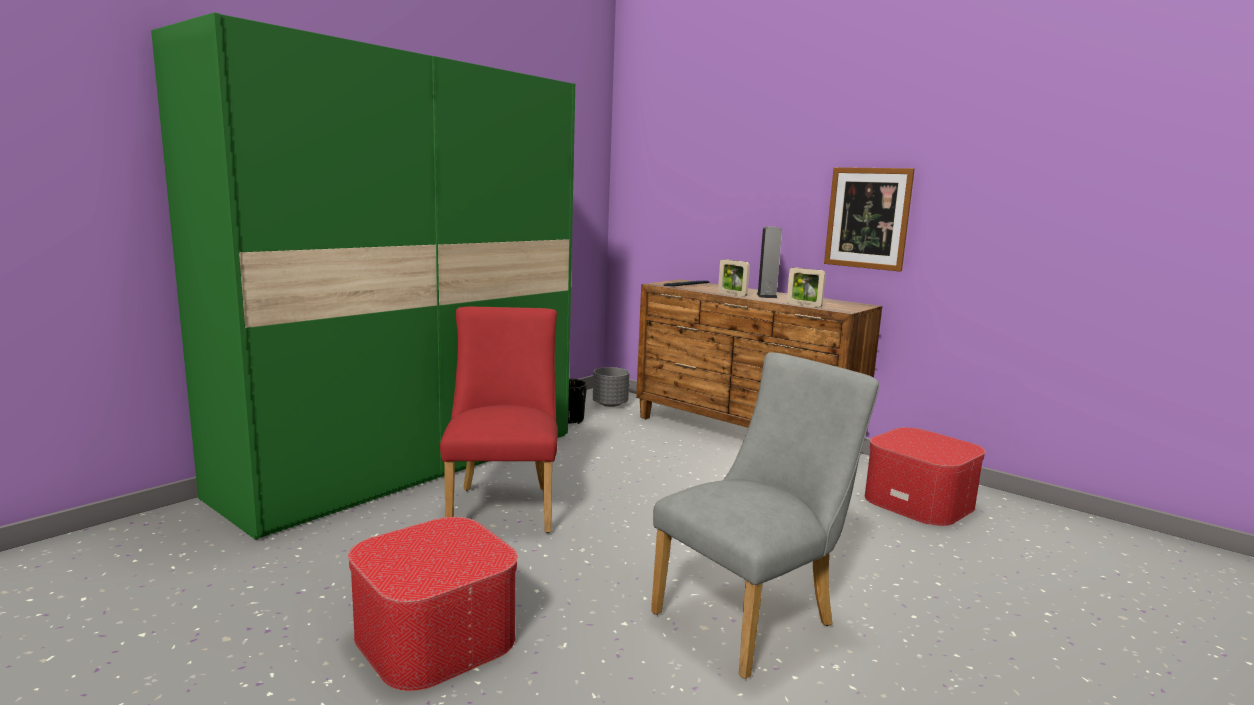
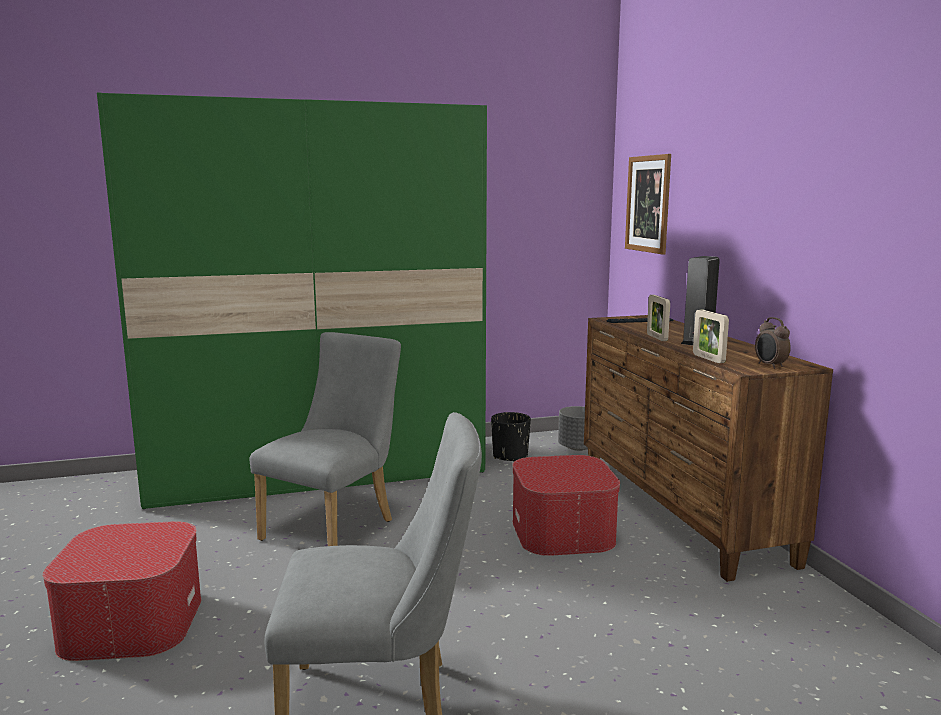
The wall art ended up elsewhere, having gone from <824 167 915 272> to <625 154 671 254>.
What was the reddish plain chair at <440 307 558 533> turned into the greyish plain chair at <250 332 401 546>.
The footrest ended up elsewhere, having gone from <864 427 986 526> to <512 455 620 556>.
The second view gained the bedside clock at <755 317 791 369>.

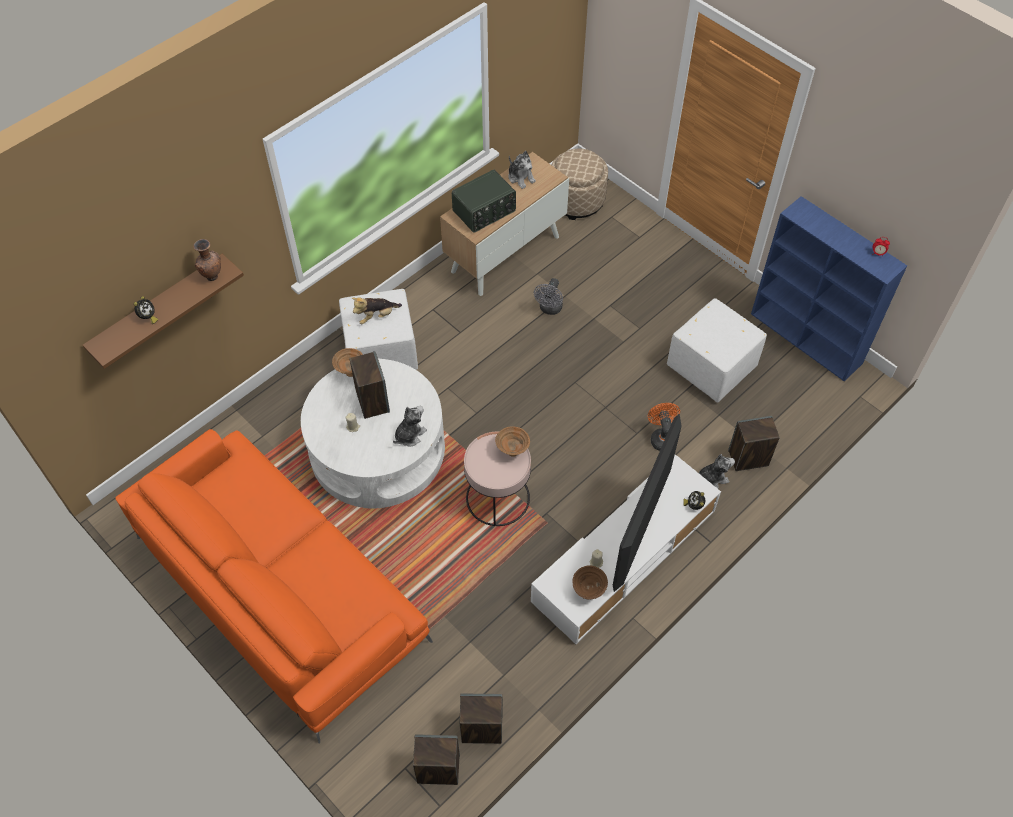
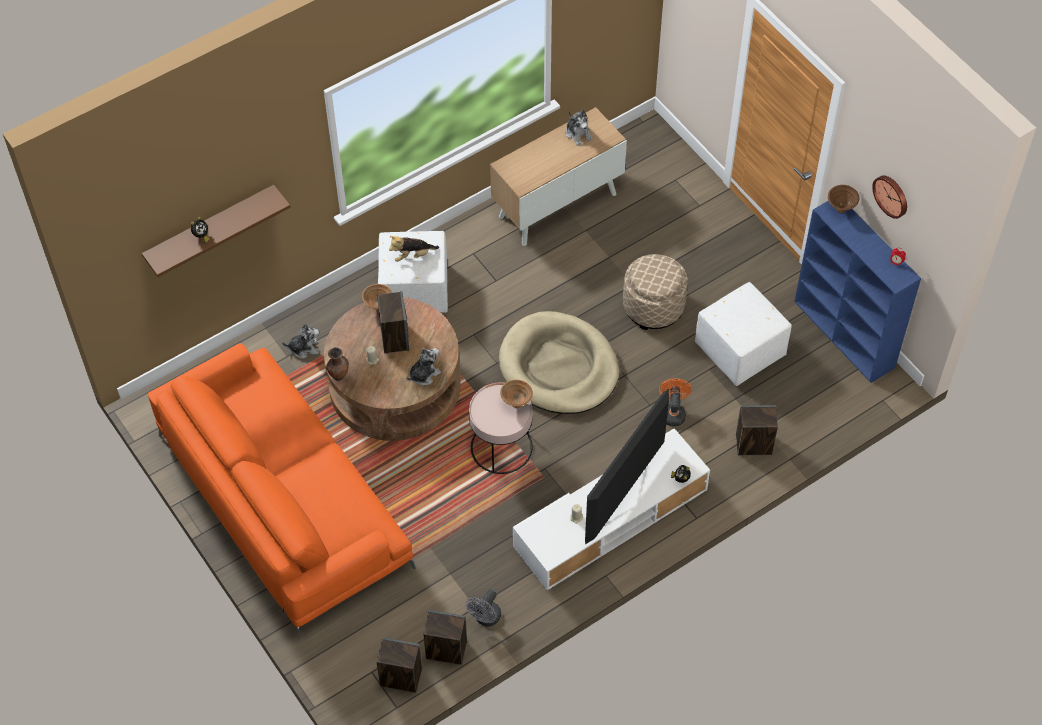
The sand-coloured footrest ended up elsewhere, having gone from <552 149 608 220> to <623 254 688 330>.
The second view lost the radio receiver at <452 170 516 233>.
The brown-coloured vase ended up elsewhere, having gone from <193 239 221 281> to <326 347 349 381>.
The greyish cooling fan ended up elsewhere, having gone from <534 278 563 315> to <465 589 501 627>.
What was the white-coloured lounge table at <301 359 445 509> turned into the brown-coloured lounge table at <324 297 460 441>.
The cuddly toy ended up elsewhere, having gone from <699 454 735 489> to <282 323 319 358>.
The brown-coloured deep dish ended up elsewhere, having gone from <573 565 608 599> to <828 185 860 213>.
The second view gained the wall clock at <872 175 907 219>.
The second view gained the sand-coloured dog cushion at <499 311 619 414>.

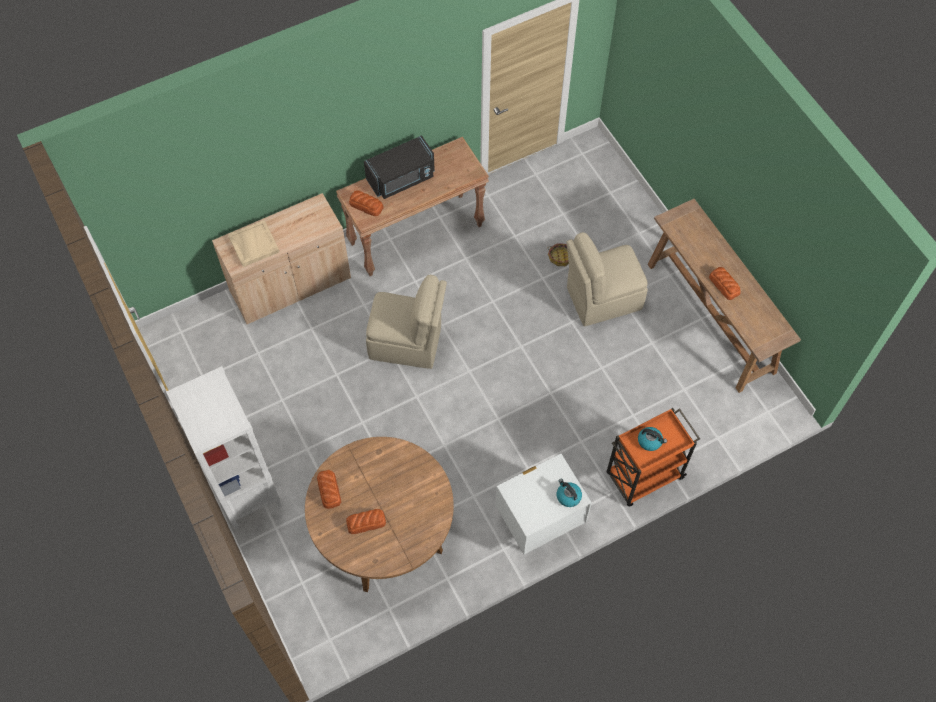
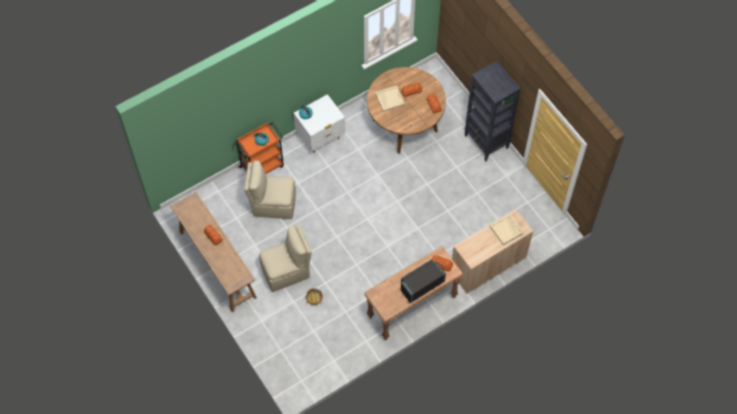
The sand-coloured plain chair ended up elsewhere, having gone from <366 275 447 369> to <244 161 296 219>.
What was the white-coloured shelving unit at <166 366 282 529> turned into the black shelving unit at <464 61 521 162>.
The second view gained the sand-coloured tray at <375 85 405 112>.

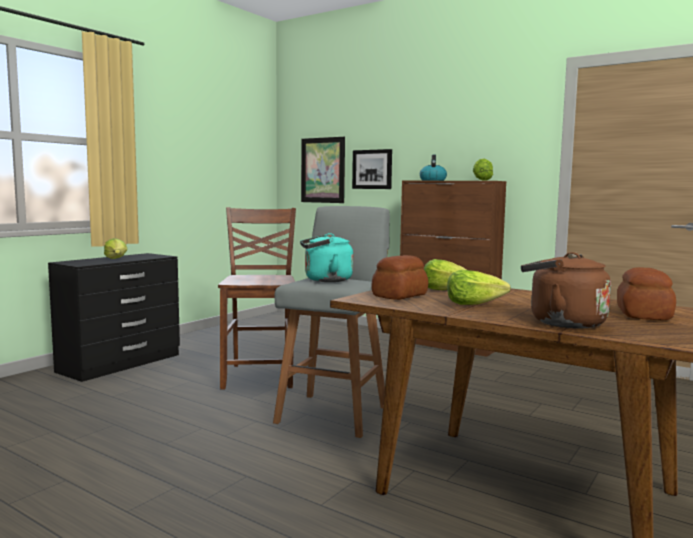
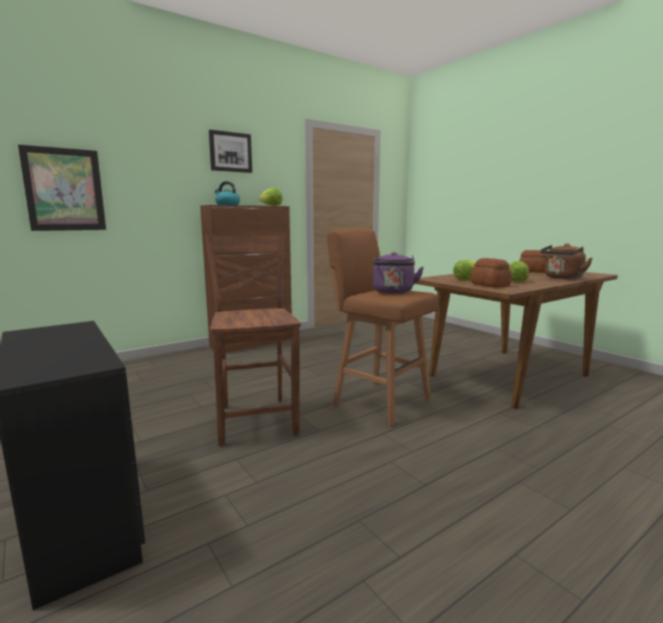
The wall art ended up elsewhere, having gone from <352 149 392 189> to <209 130 252 173>.
What was the greyish sitting stool at <273 206 390 438> turned into the brown-coloured sitting stool at <327 228 439 427>.
The brown-coloured plain chair at <218 207 296 390> ended up facing another way, 60 degrees clockwise from before.
What was the blue-green tea kettle at <300 233 353 282> turned into the purple tea kettle at <373 252 424 294>.
The second view lost the lettuce at <104 238 128 259>.

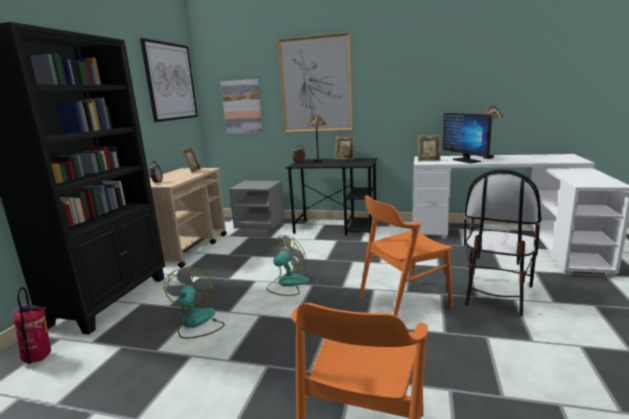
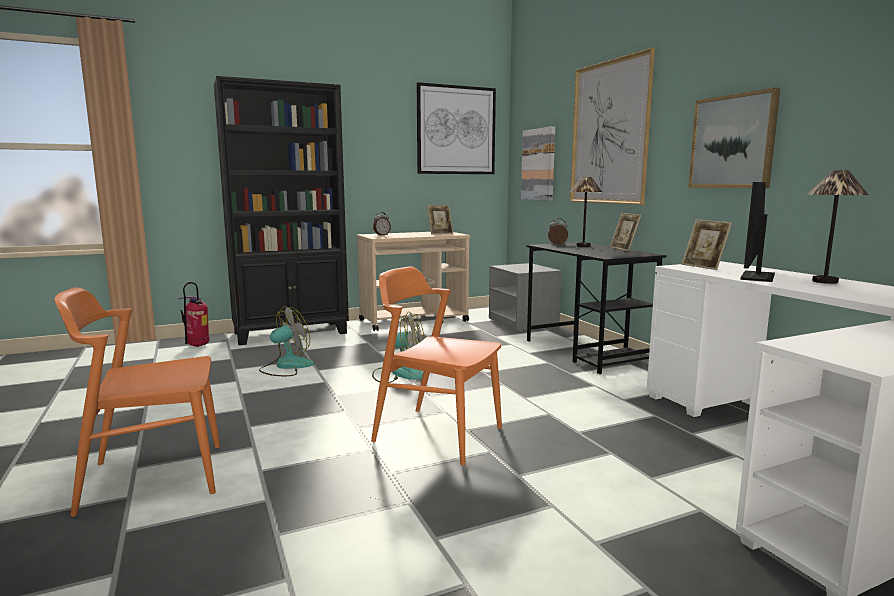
The second view lost the plain chair at <464 169 541 316>.
The second view gained the wall art at <688 87 781 188>.

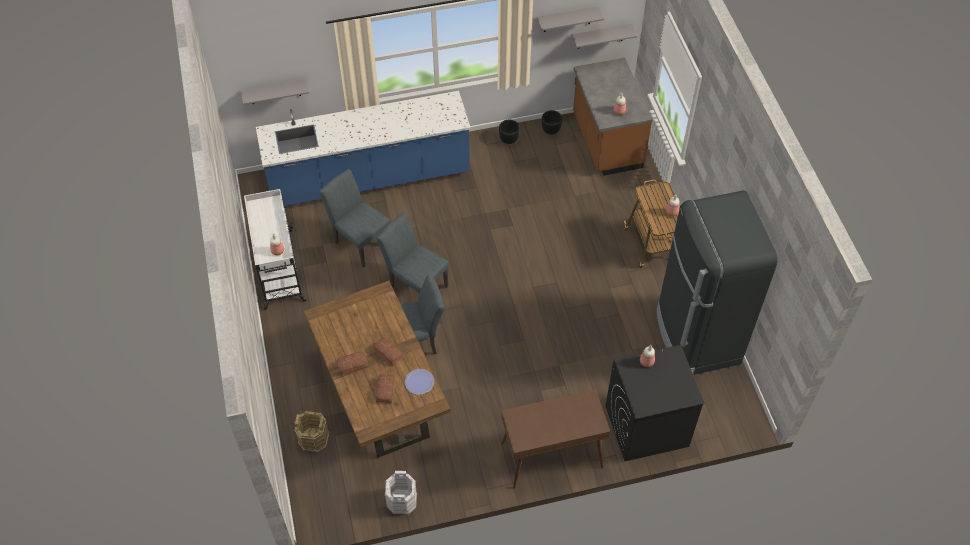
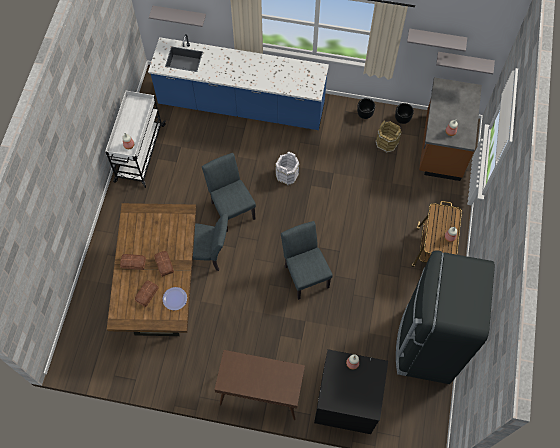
The greyish plain chair ended up elsewhere, having gone from <319 169 390 267> to <281 221 333 300>.
The brown-coloured pail ended up elsewhere, having gone from <294 411 329 452> to <376 121 402 152>.
The white-coloured pail ended up elsewhere, having gone from <385 471 418 515> to <275 151 300 185>.

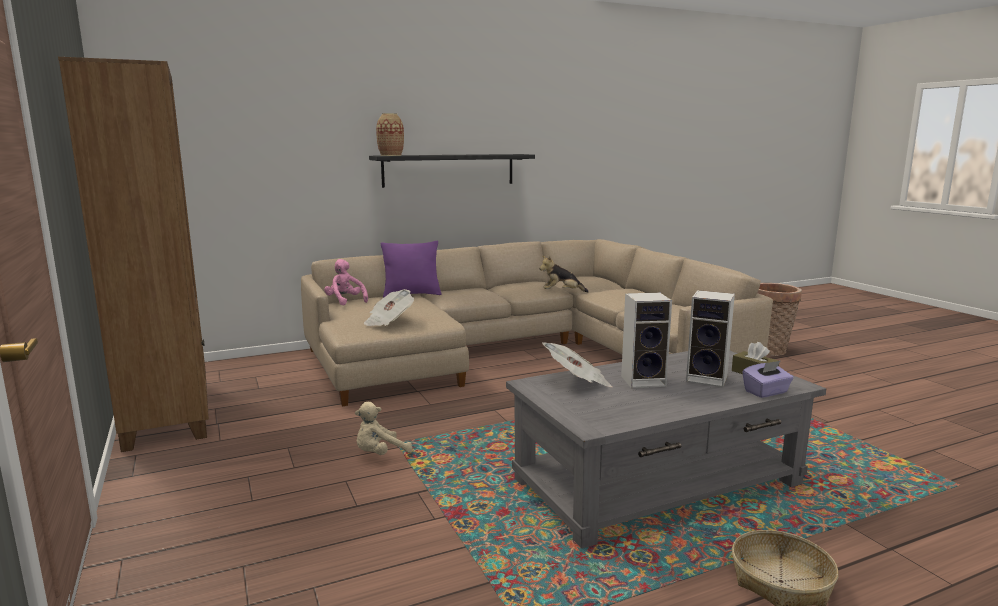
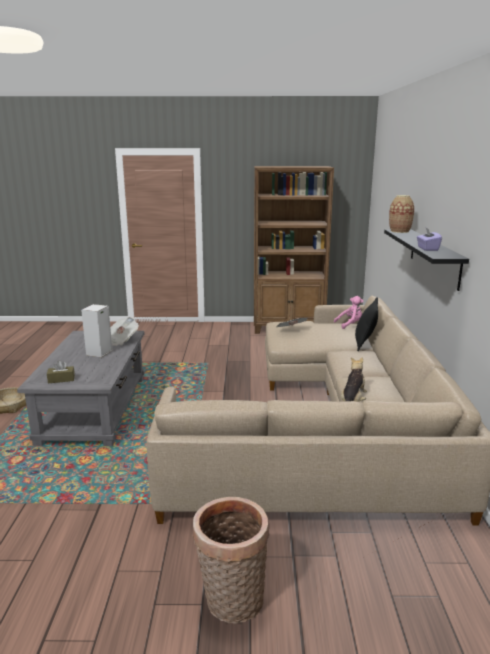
What was the purple throw pillow at <381 241 441 298> turned into the black throw pillow at <355 297 378 351>.
The second view lost the audio speaker at <686 290 735 387>.
The purple tissue box ended up elsewhere, having gone from <742 361 794 398> to <417 228 442 251>.
The second view lost the sand-coloured cuddly toy at <355 402 412 455>.

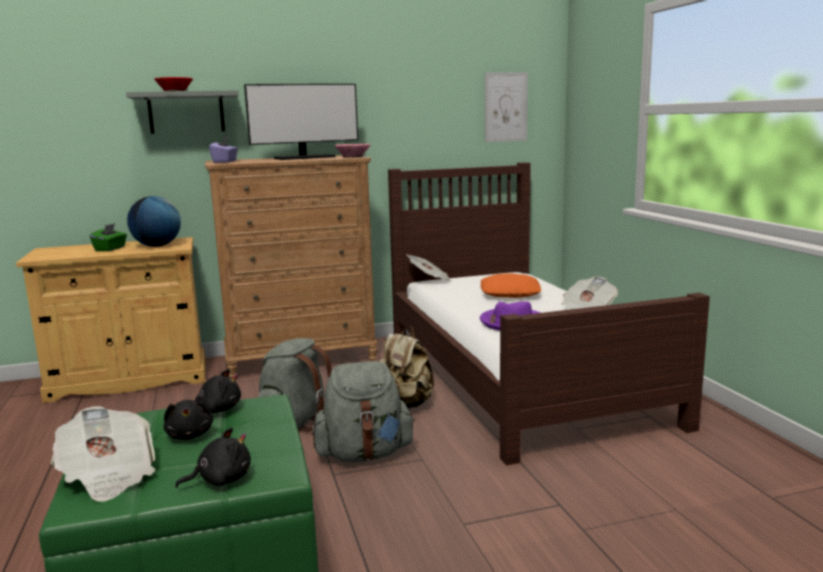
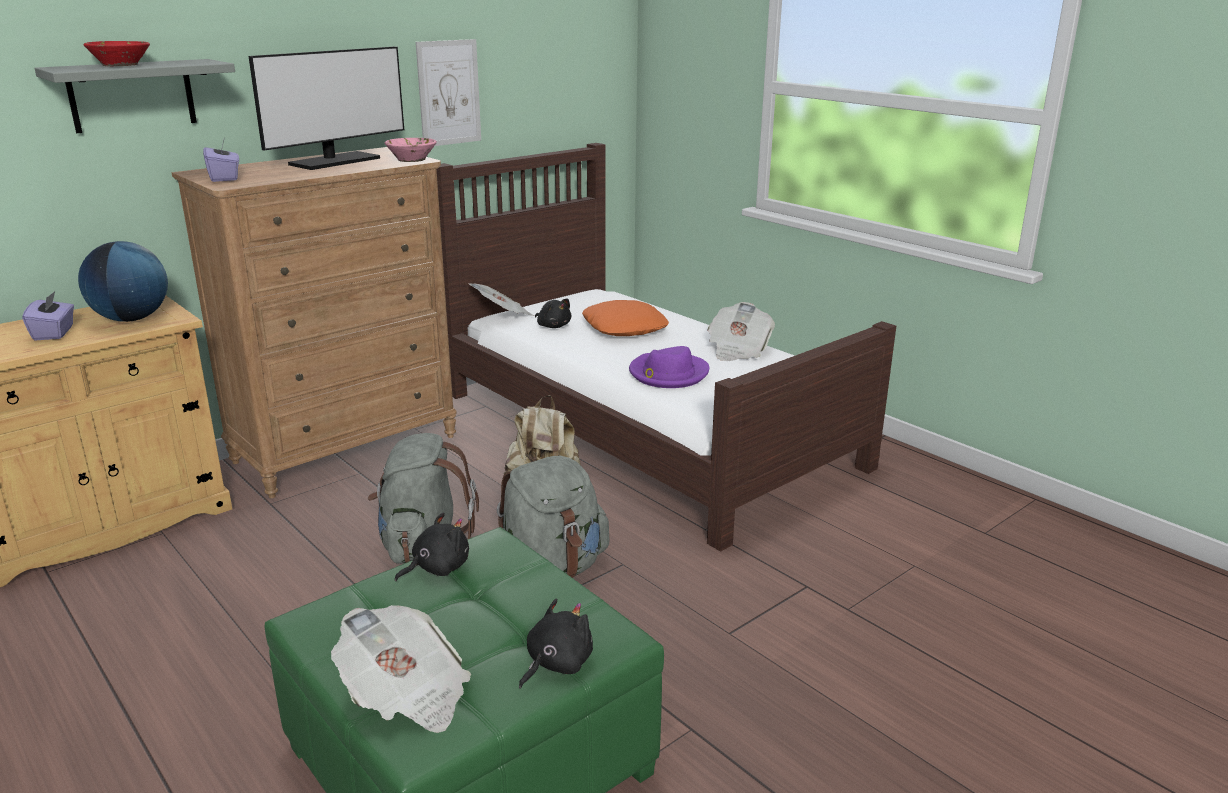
The wall art ended up elsewhere, having gone from <485 72 528 142> to <416 39 481 146>.
What was the greenish tissue box at <90 223 127 251> turned into the purple tissue box at <22 291 74 340>.
The black cuddly toy ended up elsewhere, having gone from <163 400 213 440> to <535 298 572 328>.

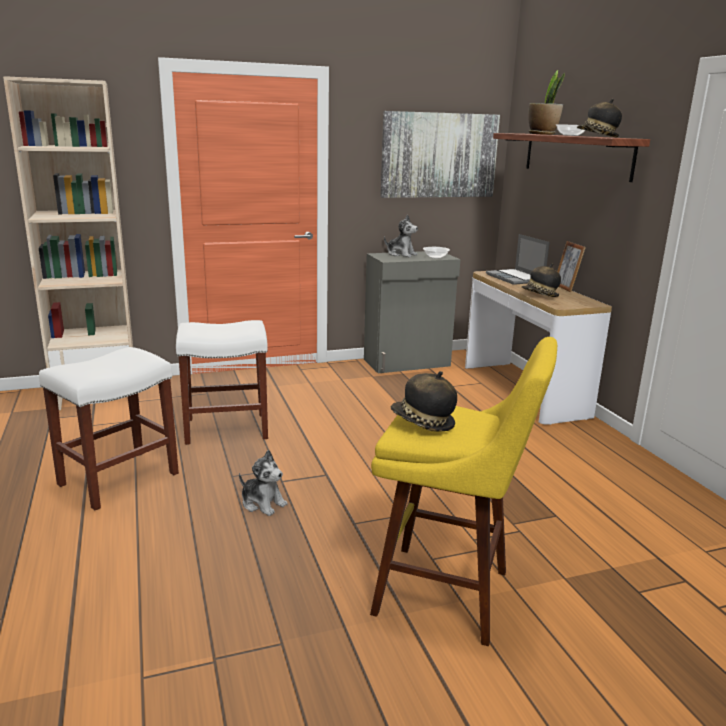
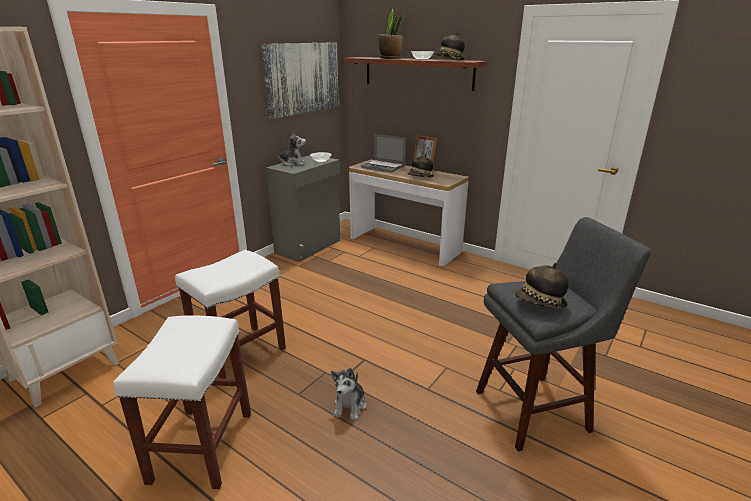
What was the yellow sitting stool at <370 337 557 646> turned into the greyish sitting stool at <476 217 651 452>.
The cuddly toy at <239 450 287 516> ended up facing another way, 105 degrees clockwise from before.

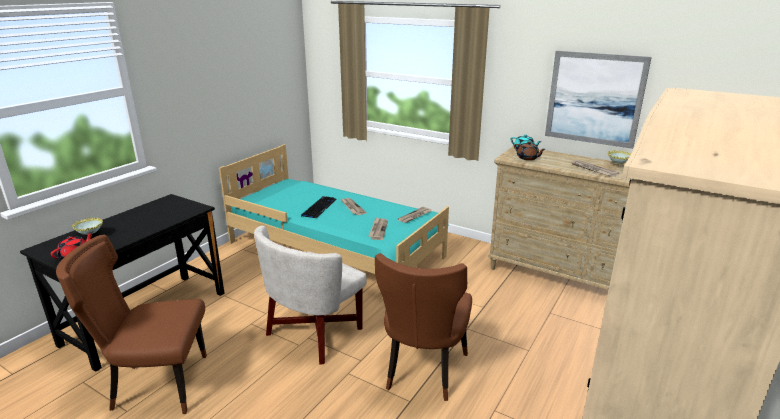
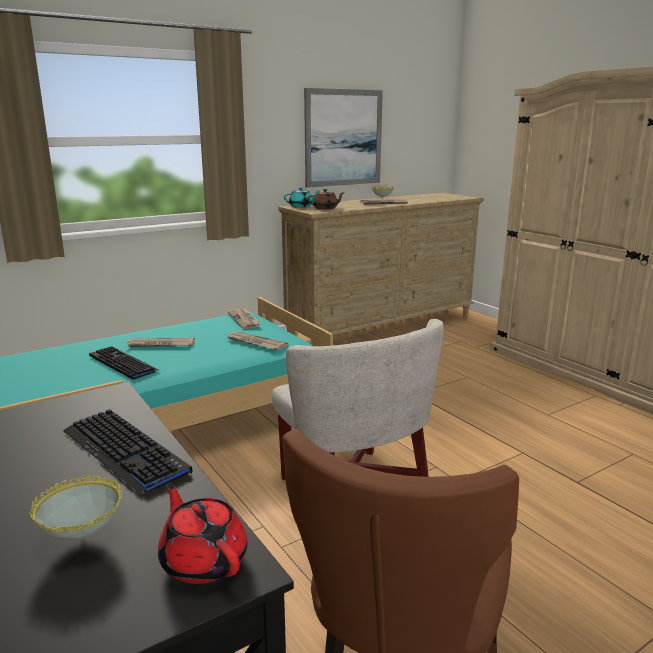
The second view lost the brown-coloured plain chair at <375 253 472 401>.
The second view gained the PC keyboard at <63 409 193 494>.

